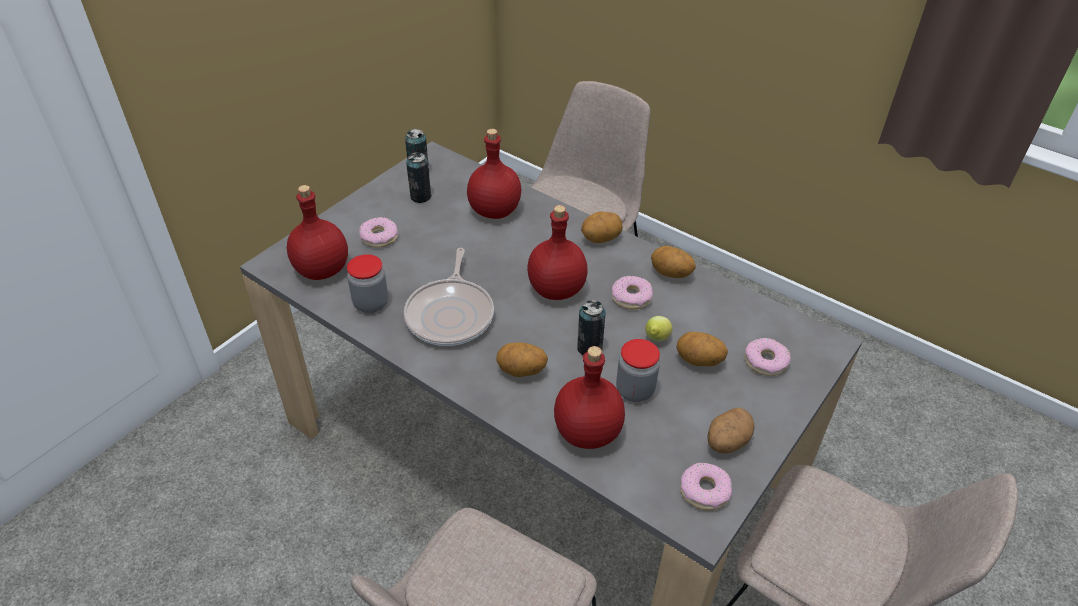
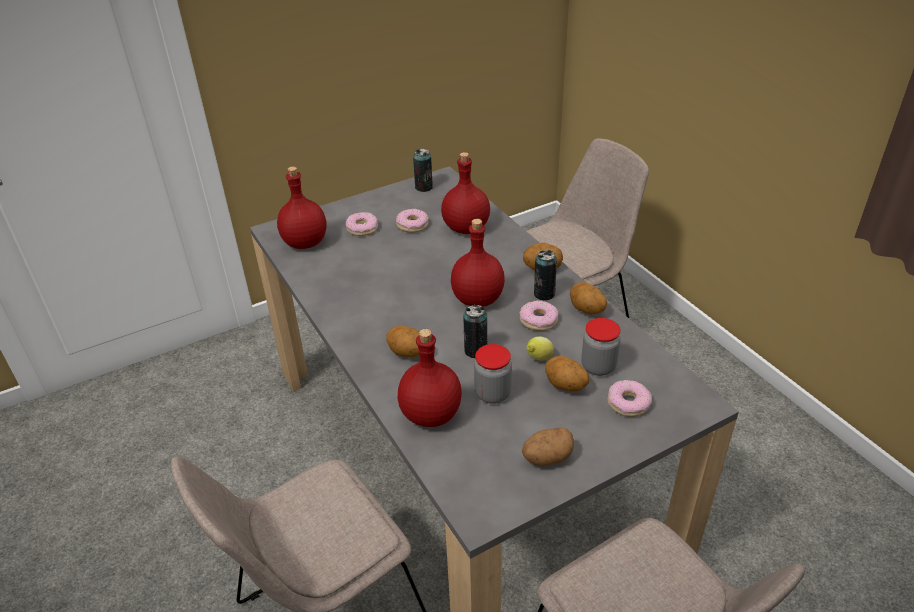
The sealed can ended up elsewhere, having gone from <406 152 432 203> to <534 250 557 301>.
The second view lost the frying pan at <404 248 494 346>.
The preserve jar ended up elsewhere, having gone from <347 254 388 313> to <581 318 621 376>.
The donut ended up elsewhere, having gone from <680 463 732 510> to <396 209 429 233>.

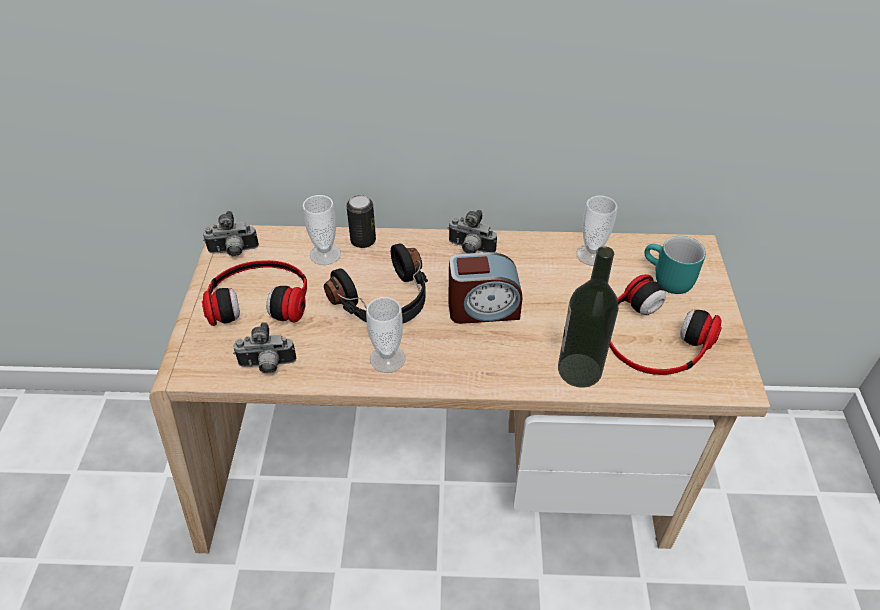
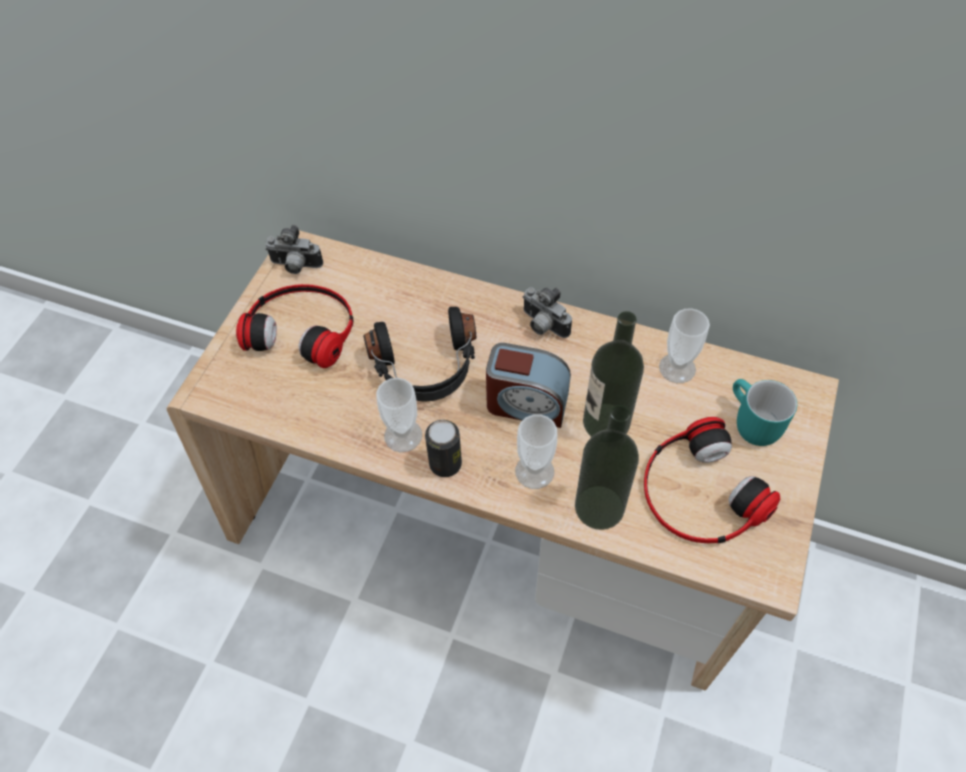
The cup ended up elsewhere, having gone from <302 195 341 265> to <515 414 557 489>.
The sealed can ended up elsewhere, having gone from <346 195 376 248> to <425 420 462 477>.
The second view lost the photo camera at <233 322 296 374>.
The second view gained the drink bottle at <583 311 644 437>.

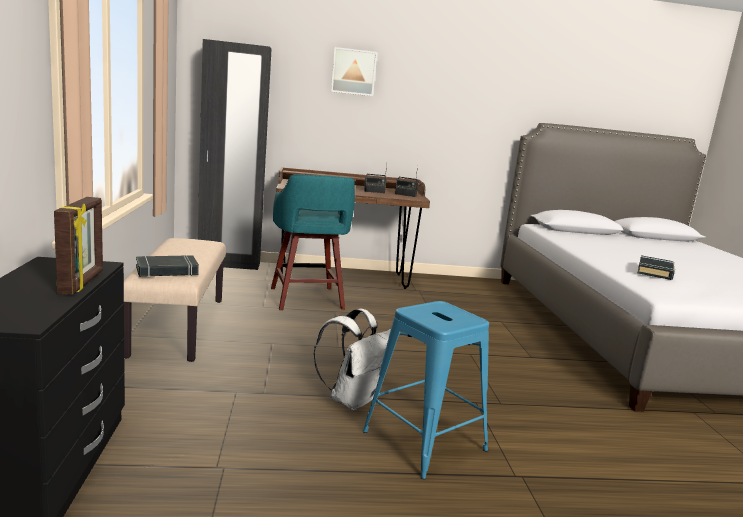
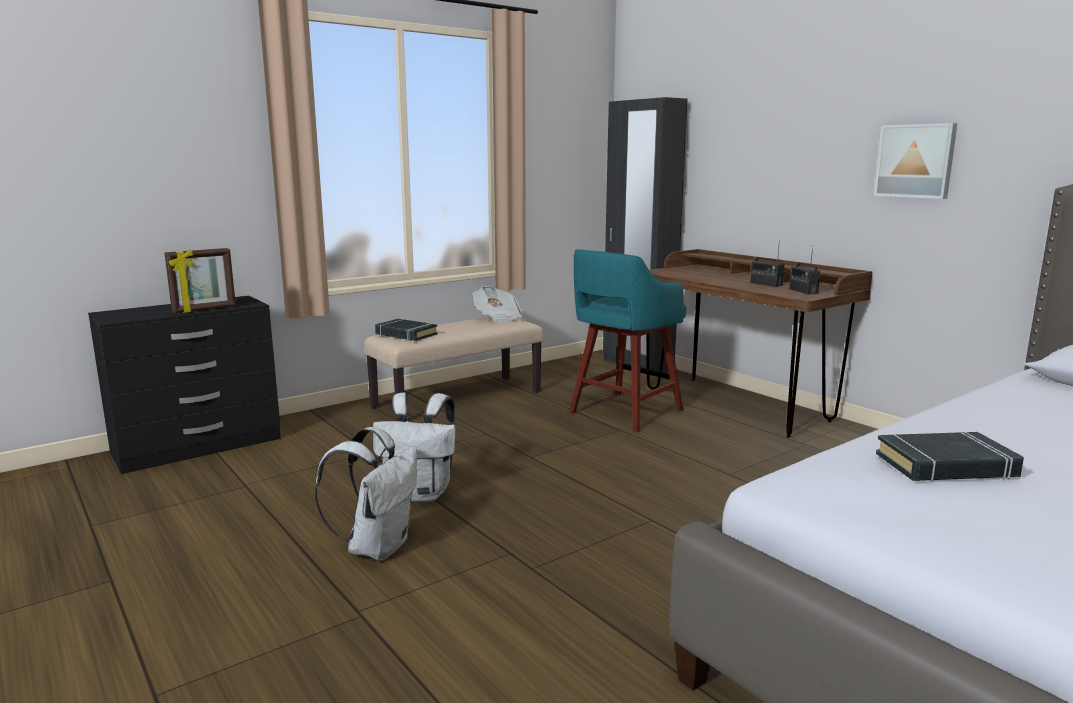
The wall art ended up elsewhere, having gone from <331 47 377 96> to <874 123 958 199>.
Where the blue sitting stool stood at <363 301 489 479>, the white-coloured rucksack came to stand at <315 427 418 561>.
The second view gained the daily paper at <473 286 522 324>.

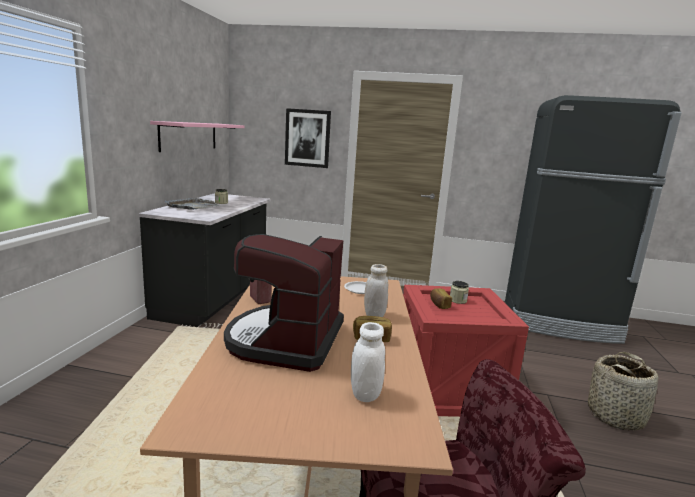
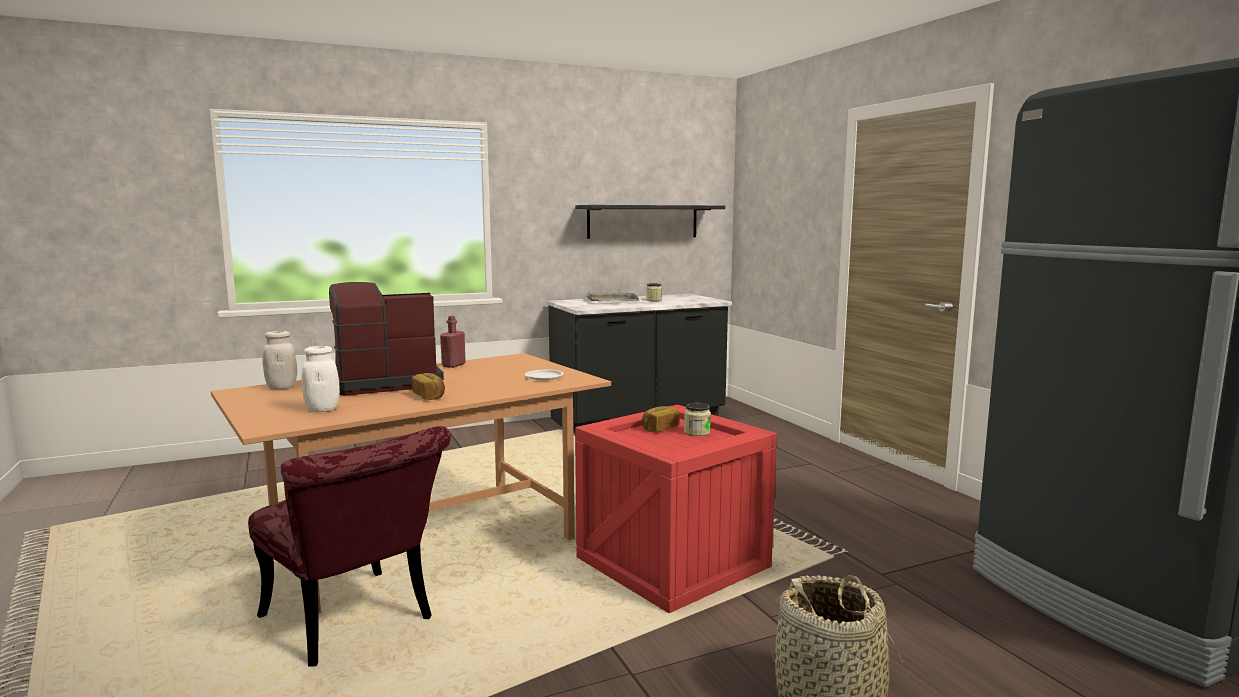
The second view lost the wall art at <285 108 331 168>.
What was the pink-coloured wall shelf at <150 121 244 152> turned into the black wall shelf at <575 205 725 239>.
The white-coloured preserve jar ended up elsewhere, having gone from <364 264 388 317> to <262 331 297 390>.

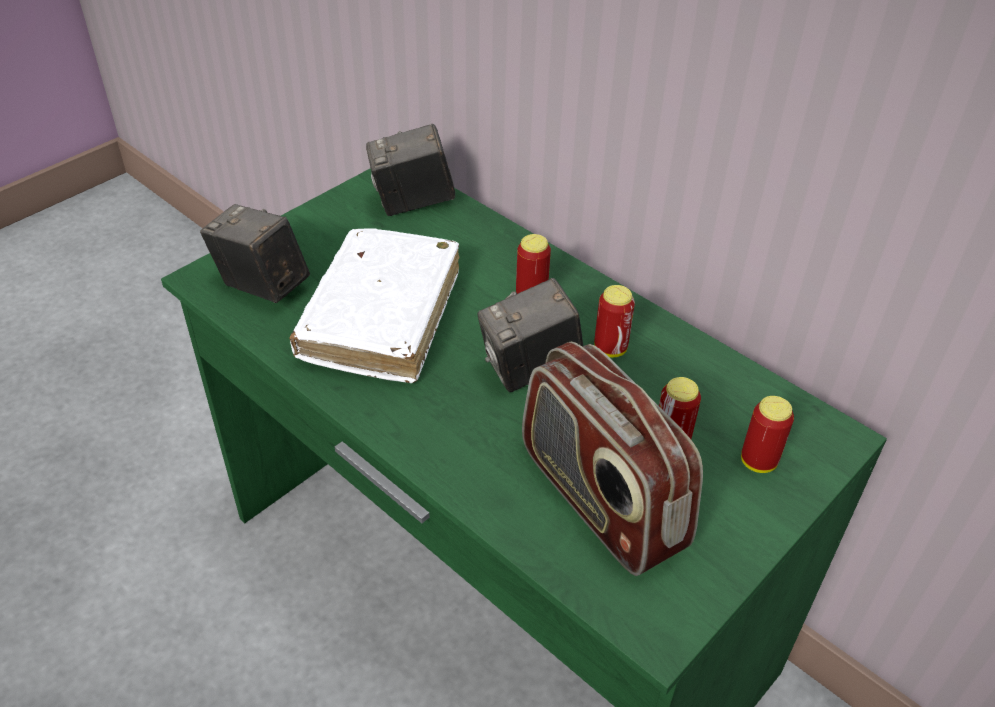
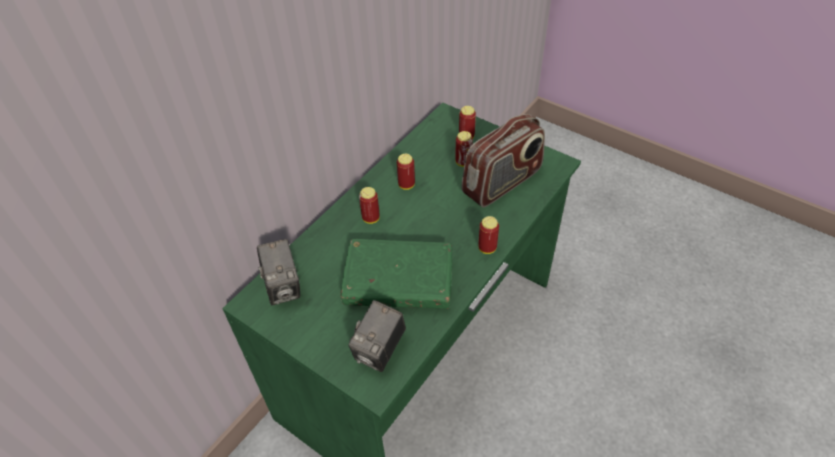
What was the white-coloured bound book at <289 229 460 383> turned into the greenish bound book at <341 239 452 309>.
The second view lost the photo camera at <477 278 583 392>.
The second view gained the sealed can at <478 216 499 254>.

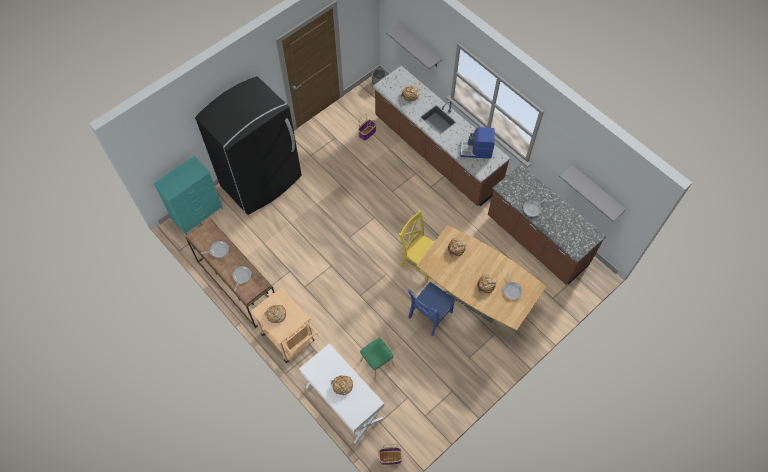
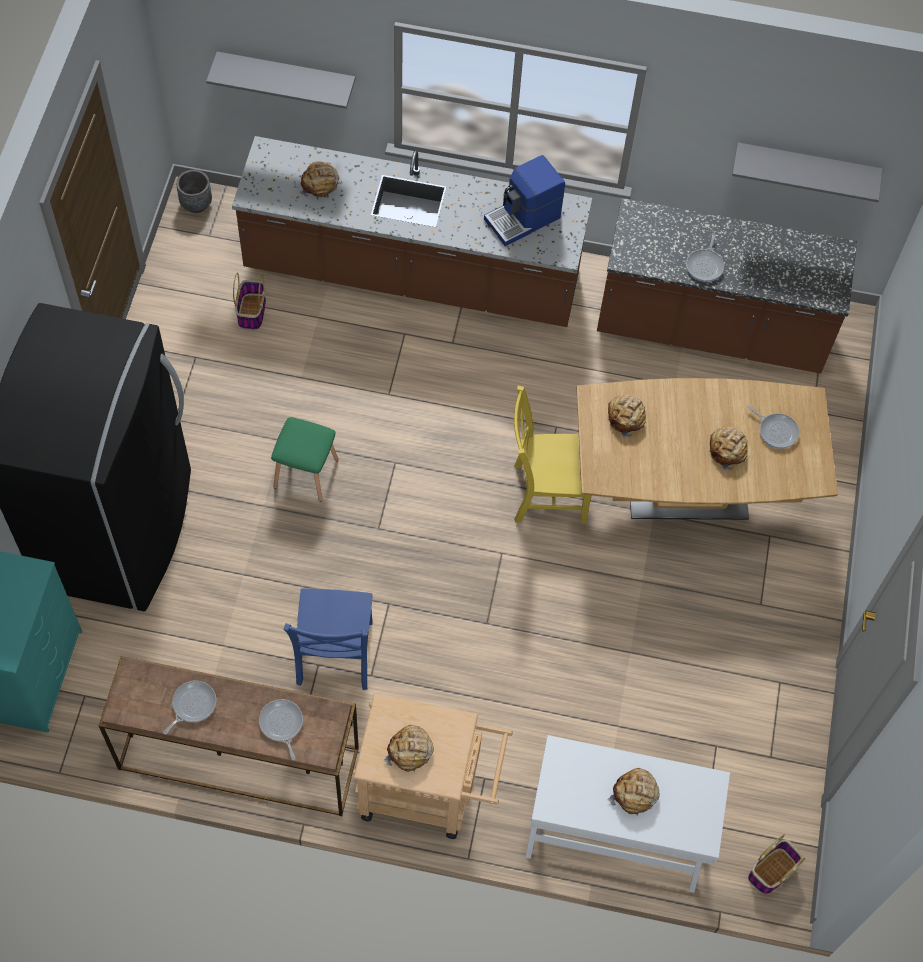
The blue plain chair ended up elsewhere, having gone from <407 282 455 336> to <284 588 373 690>.
The greenish sitting stool ended up elsewhere, having gone from <360 338 394 380> to <271 417 339 502>.

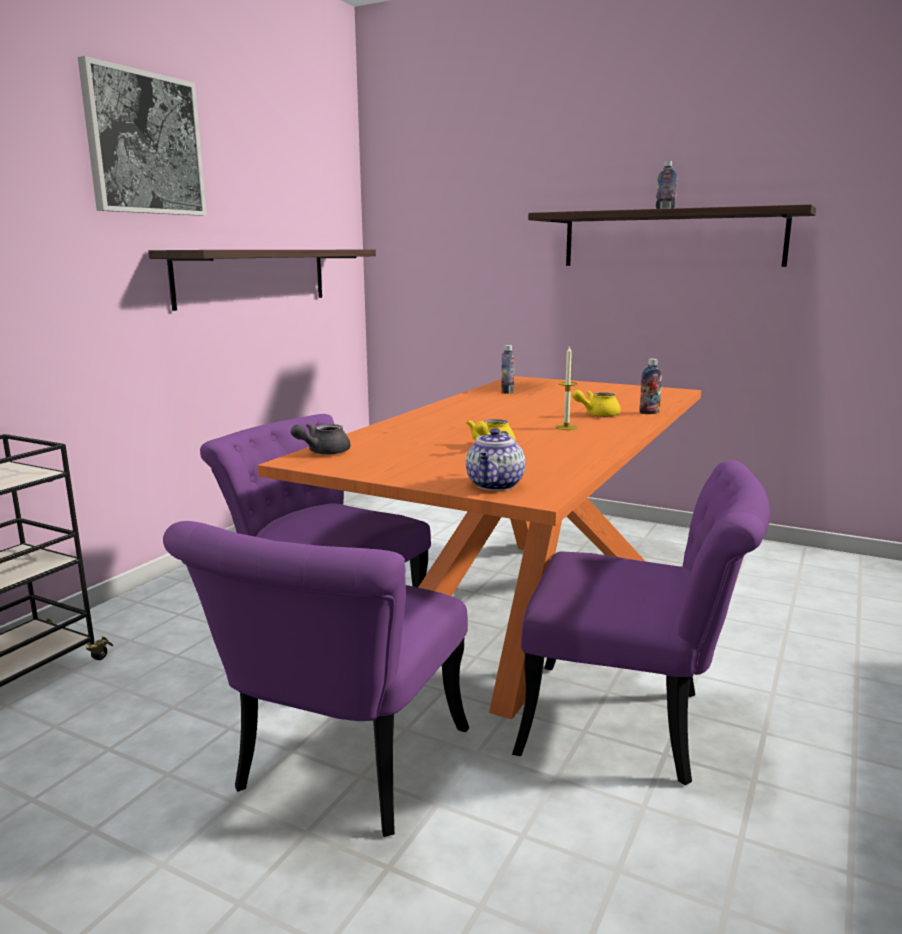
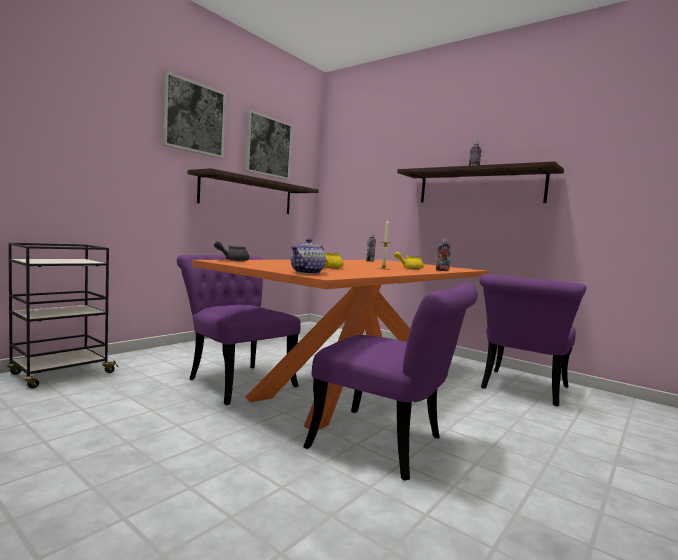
The purple plain chair ended up elsewhere, having gone from <163 521 469 837> to <479 274 587 406>.
The second view gained the wall art at <244 110 292 180>.

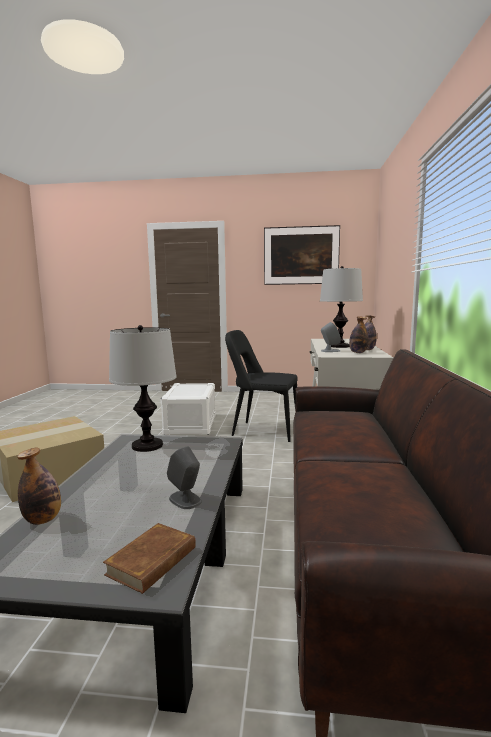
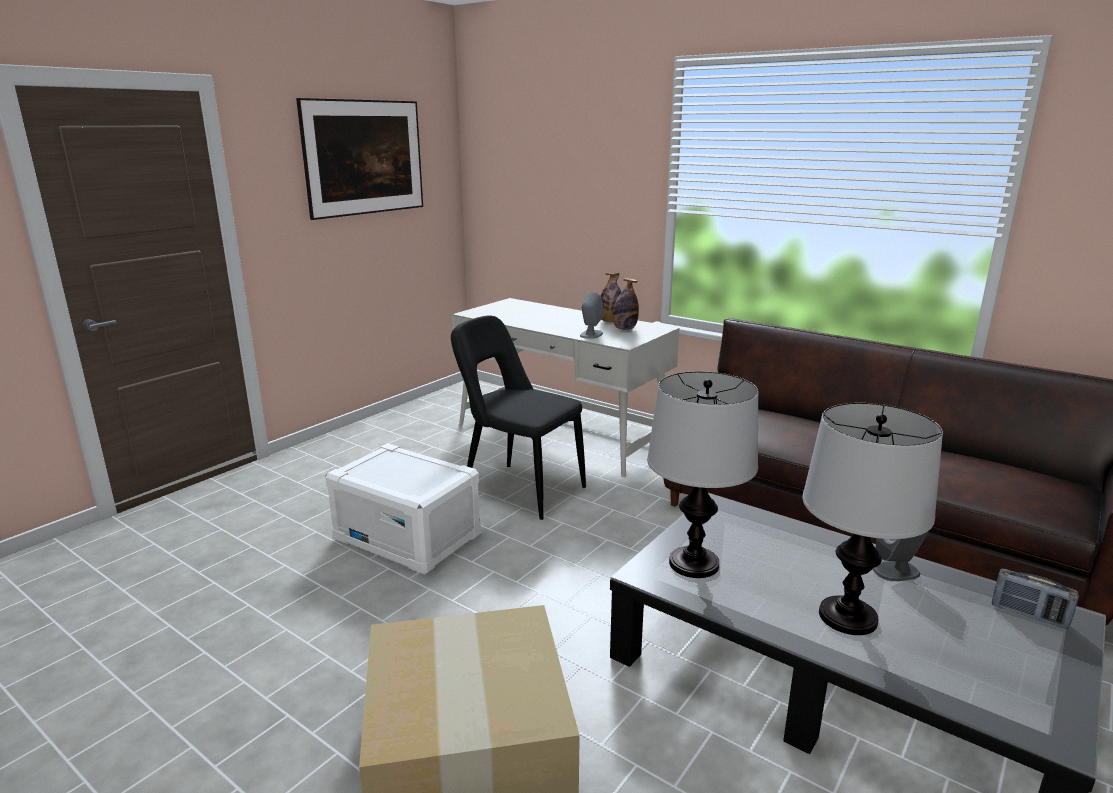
The table lamp ended up elsewhere, having gone from <320 266 363 348> to <802 403 943 635>.
The black plain chair at <225 330 298 442> ended up facing another way, 75 degrees clockwise from before.
The second view lost the drink bottle at <17 448 61 525>.
Where the brown-coloured bound book stood at <103 523 196 594>, the radio receiver came to stand at <992 568 1079 629>.

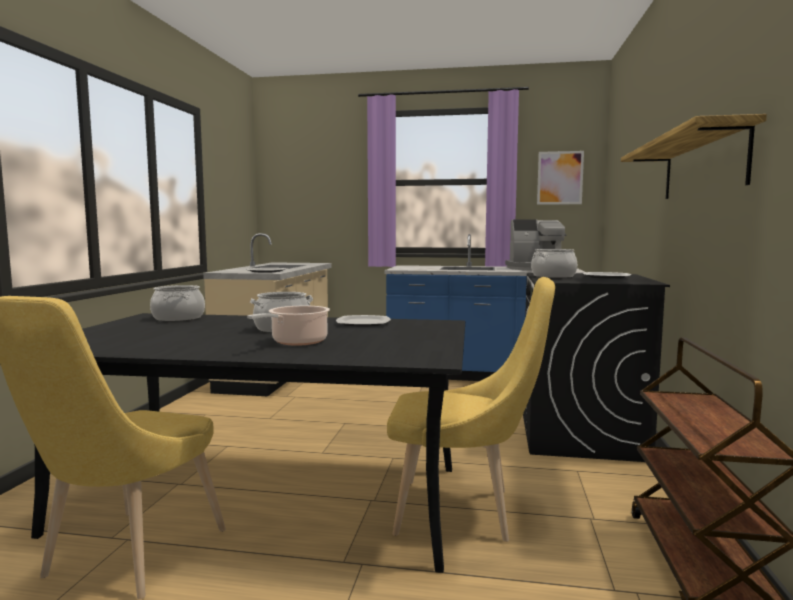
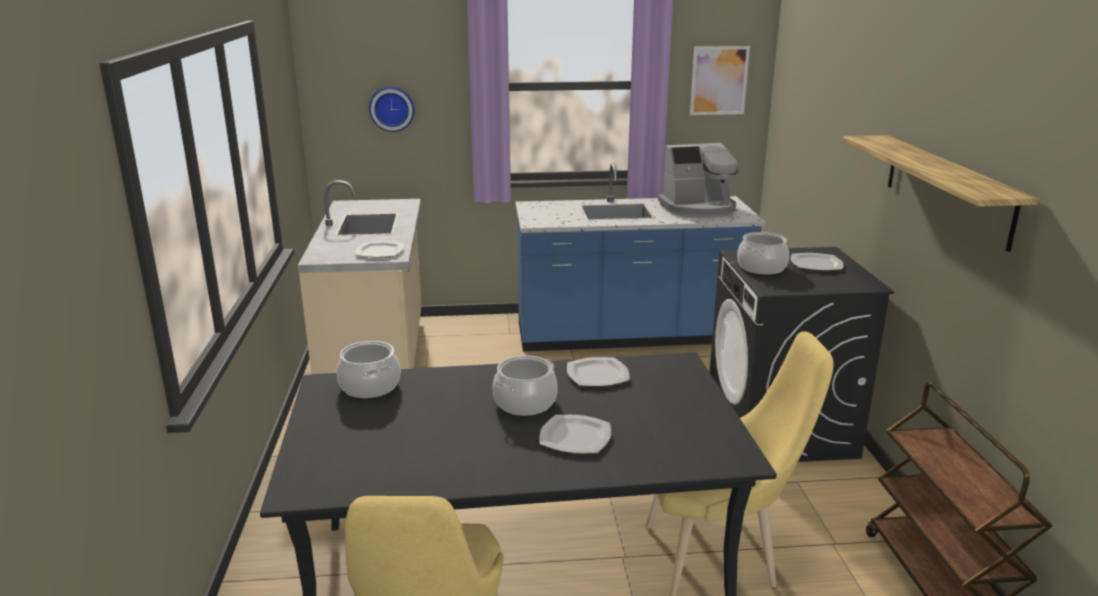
Where the cooking pot stood at <247 306 330 346>, the flat dish came to stand at <540 415 611 454>.
The second view gained the wall clock at <369 87 415 132>.

